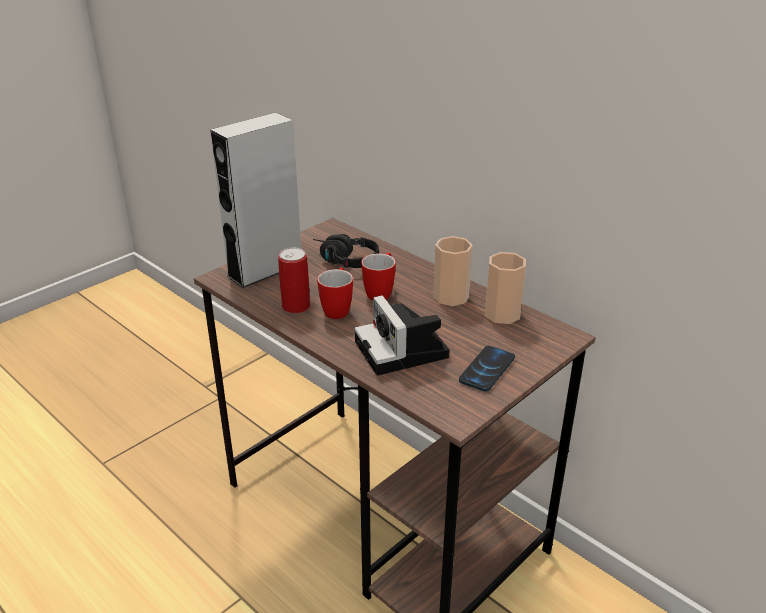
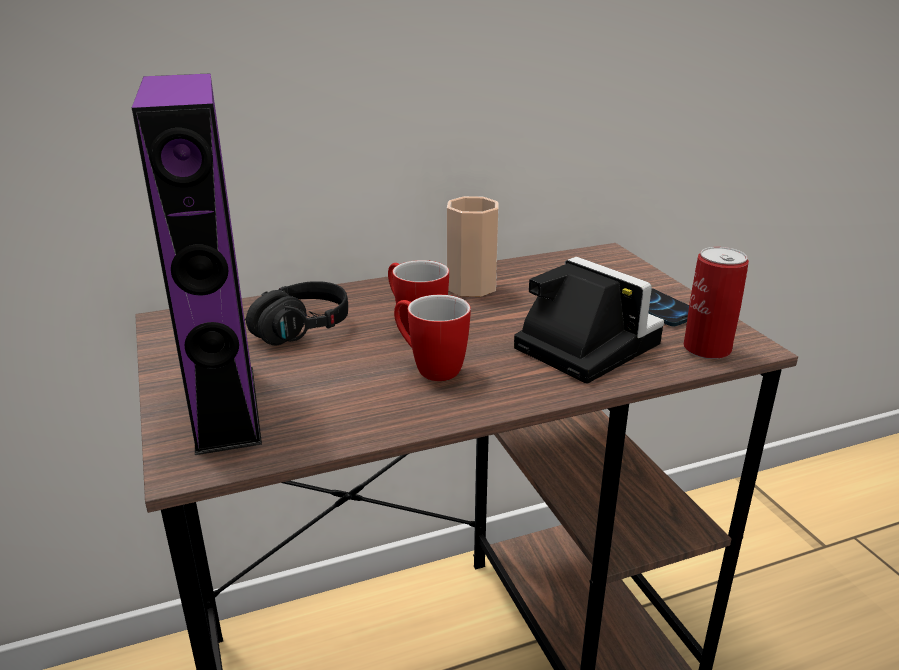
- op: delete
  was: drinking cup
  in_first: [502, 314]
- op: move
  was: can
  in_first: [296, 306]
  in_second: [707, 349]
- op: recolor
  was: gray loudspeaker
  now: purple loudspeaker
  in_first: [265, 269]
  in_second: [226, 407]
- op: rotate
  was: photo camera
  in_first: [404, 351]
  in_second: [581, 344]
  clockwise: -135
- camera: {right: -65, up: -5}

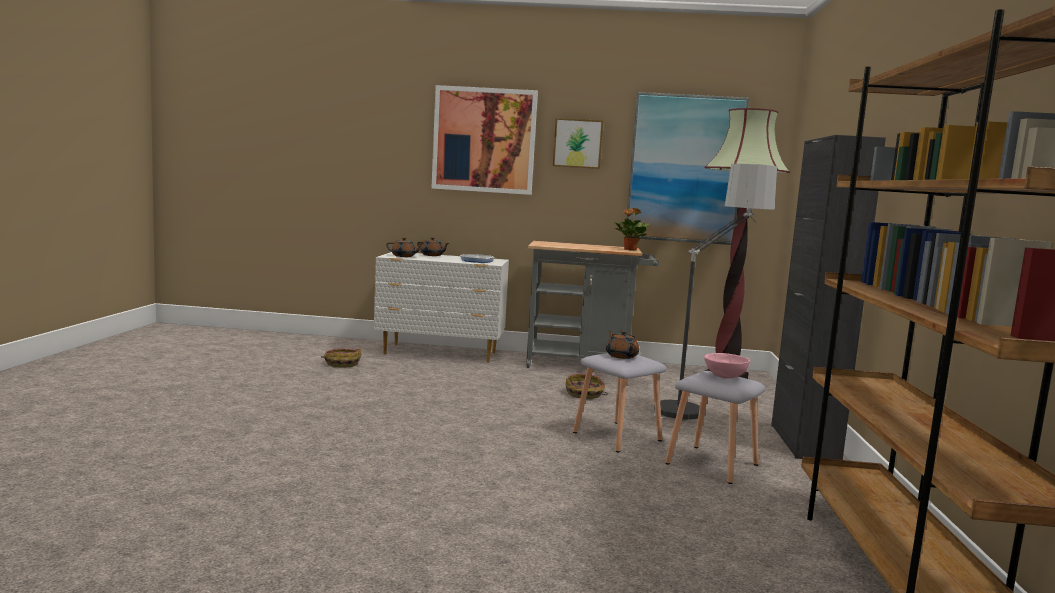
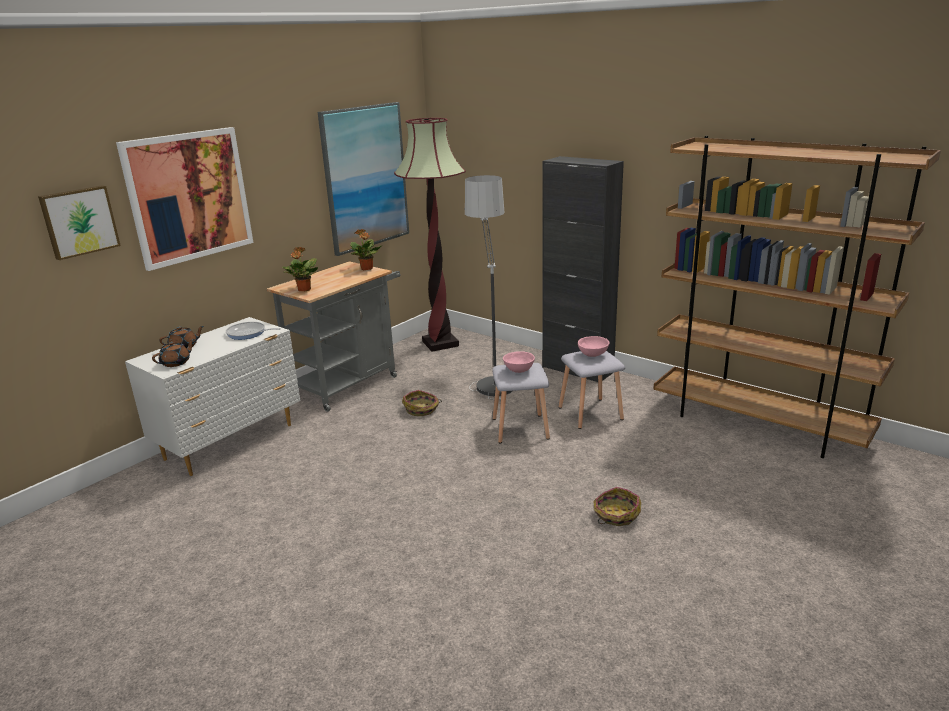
- op: insert
  now: plant in a pot
  in_second: [304, 290]
- op: move
  was: storage basket
  in_first: [342, 363]
  in_second: [616, 515]
- op: move
  was: wall art
  in_first: [577, 143]
  in_second: [79, 221]
- op: replace
  was: brown-coloured tea pot
  now: pinkish serving bowl
  in_first: [621, 356]
  in_second: [518, 370]
- camera: {right: -55, up: 15}

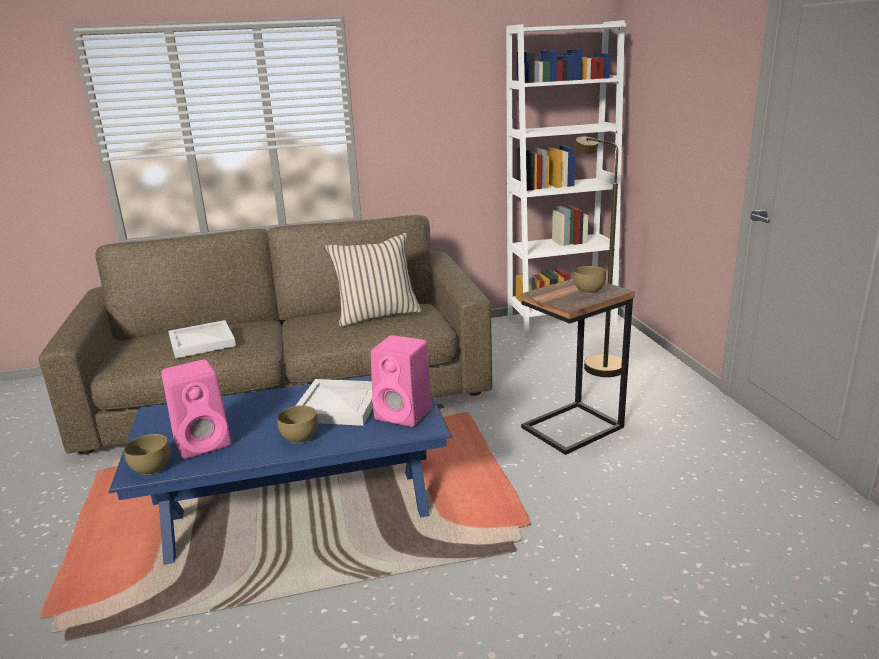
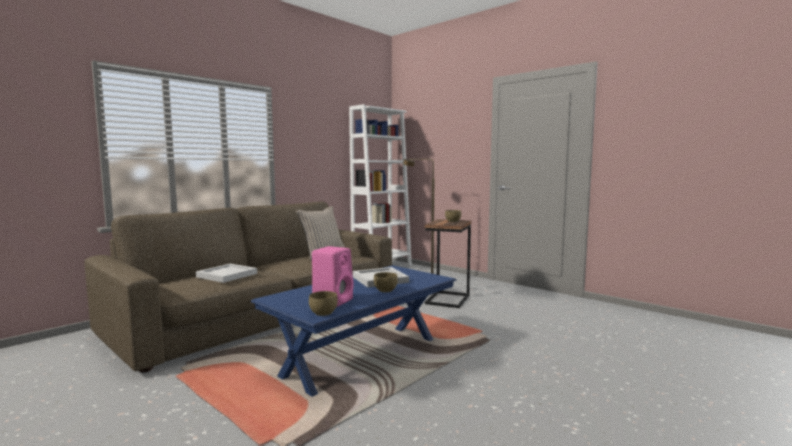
- op: delete
  was: pinkish loudspeaker
  in_first: [405, 414]
- camera: {right: -35, up: -15}

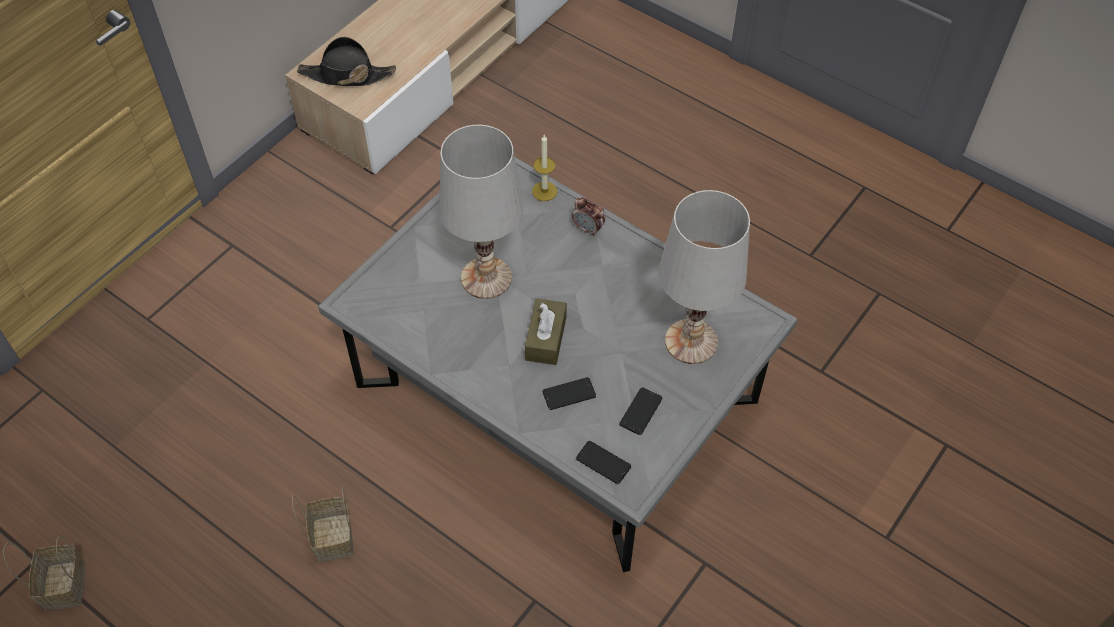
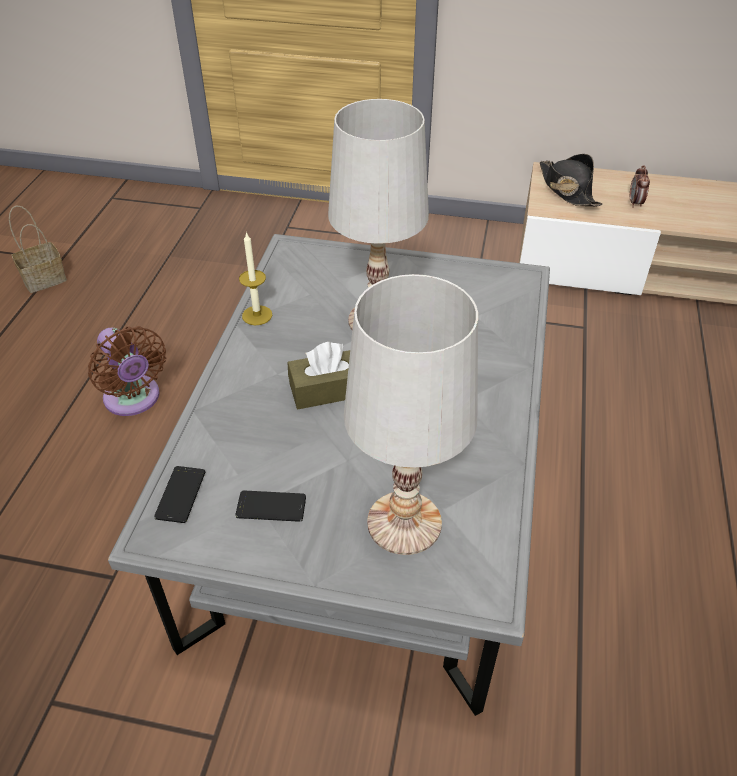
- op: delete
  was: telephone
  in_first: [569, 394]
- op: move
  was: candle
  in_first: [544, 191]
  in_second: [257, 315]
- op: move
  was: bedside clock
  in_first: [588, 229]
  in_second: [635, 203]
- op: replace
  was: storage basket
  now: brown-coloured electric fan
  in_first: [331, 536]
  in_second: [134, 400]
- camera: {right: 65, up: -10}

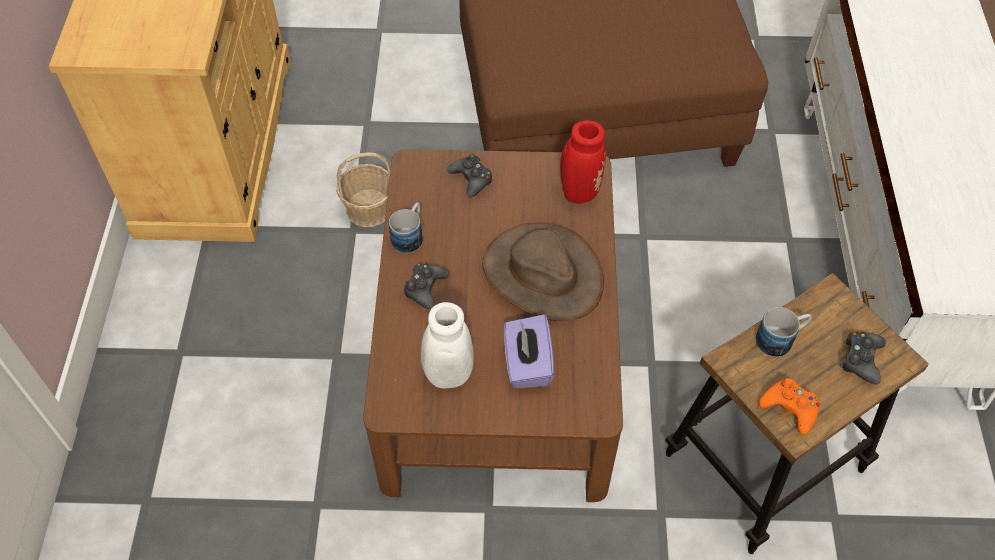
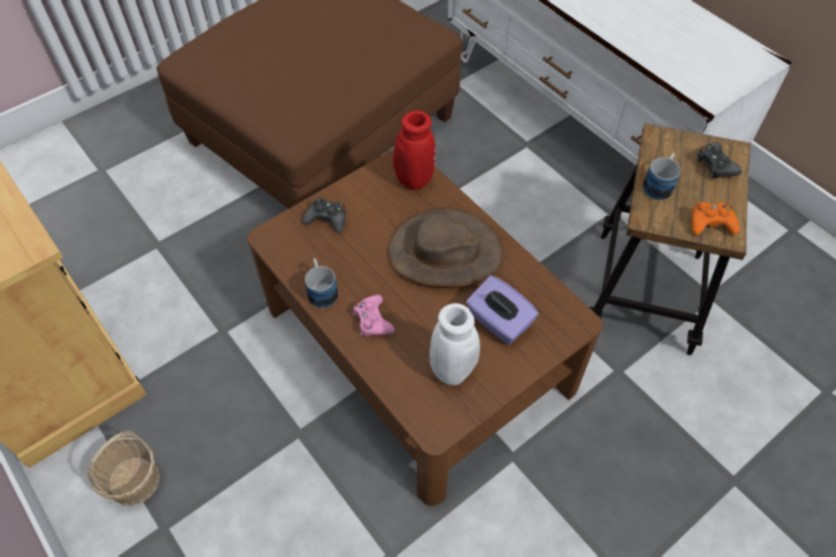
- op: move
  was: storage basket
  in_first: [368, 209]
  in_second: [133, 481]
- op: recolor
  was: black game controller
  now: pinkish game controller
  in_first: [425, 288]
  in_second: [372, 320]
- camera: {right: -40, up: 0}

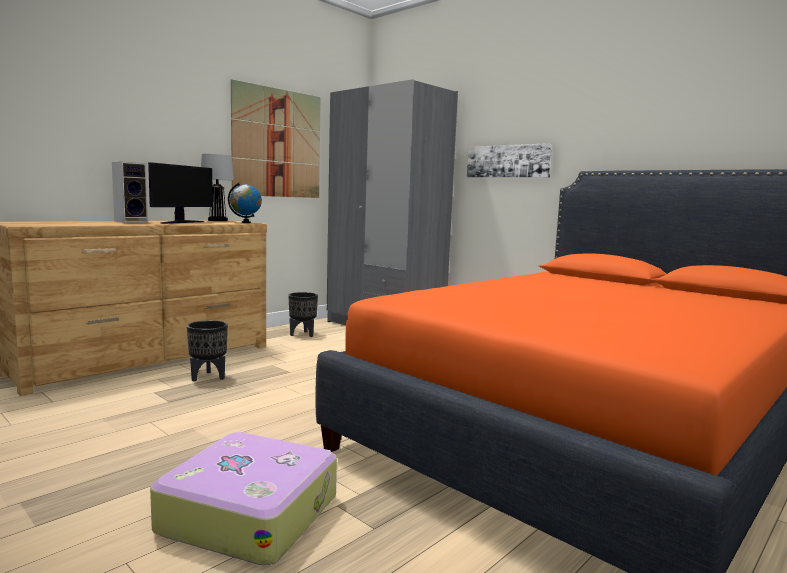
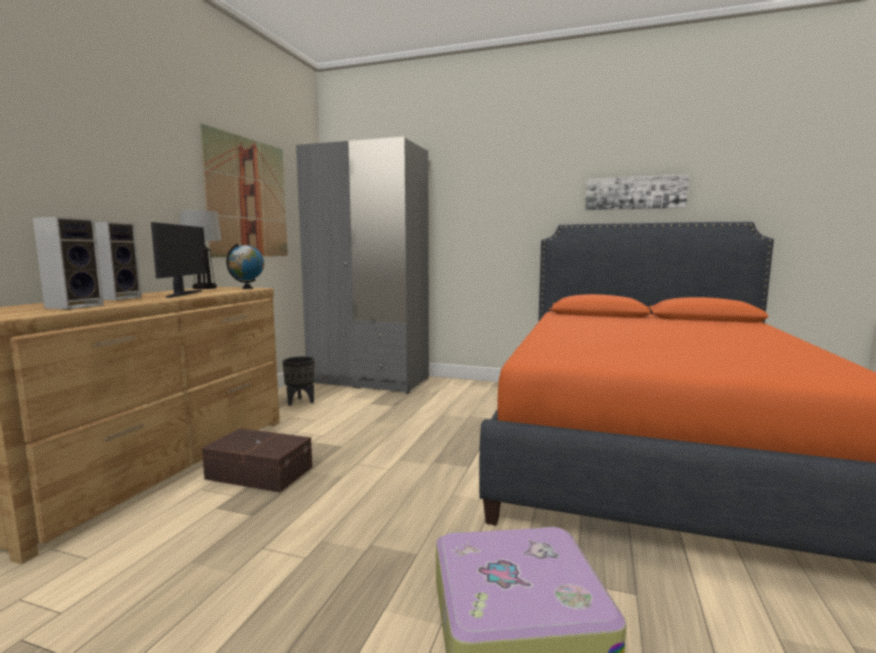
- op: insert
  now: loudspeaker
  in_second: [76, 306]
- op: move
  was: wall art
  in_first: [508, 161]
  in_second: [634, 193]
- op: replace
  was: black flower pot
  now: brown-coloured storage box
  in_first: [208, 377]
  in_second: [260, 472]
- camera: {right: -25, up: 0}

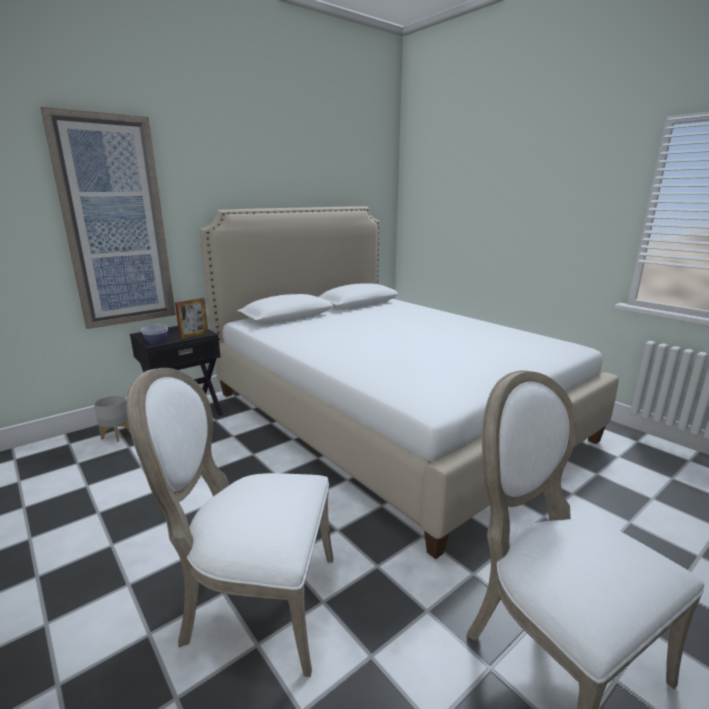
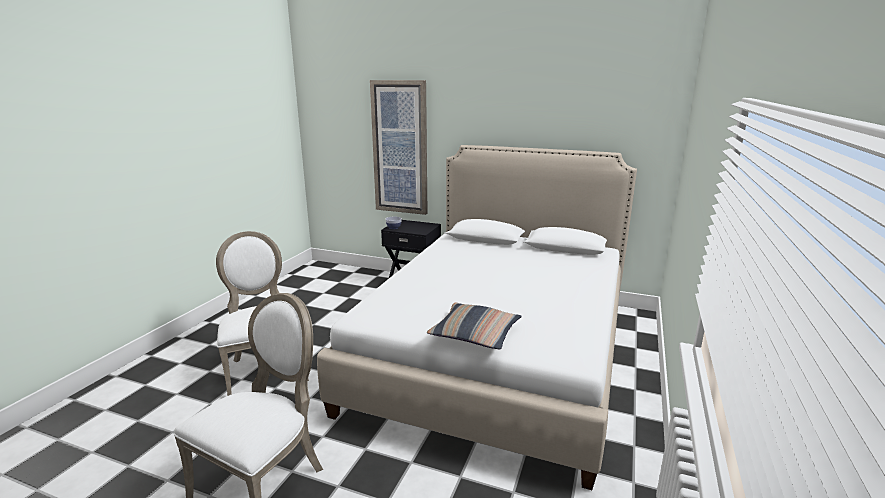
- op: delete
  was: gray flower pot
  in_first: [117, 435]
- op: delete
  was: picture frame
  in_first: [194, 335]
- op: insert
  now: throw pillow
  in_second: [475, 334]
- camera: {right: 60, up: 0}

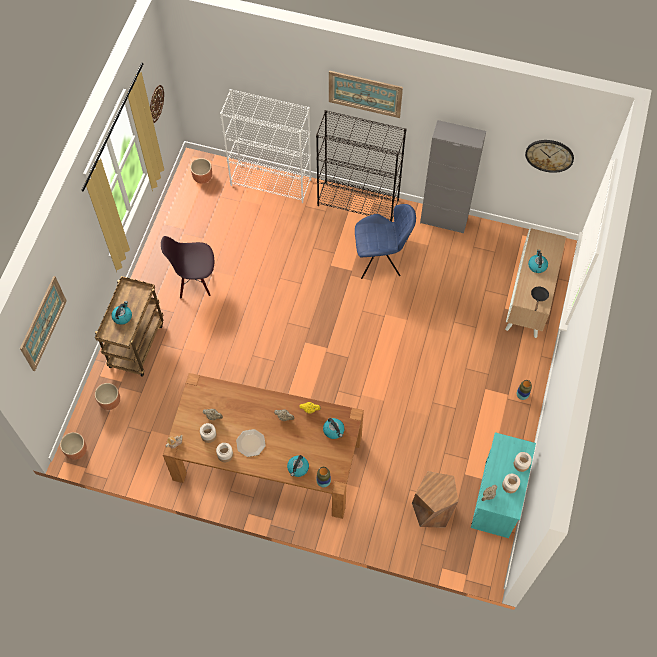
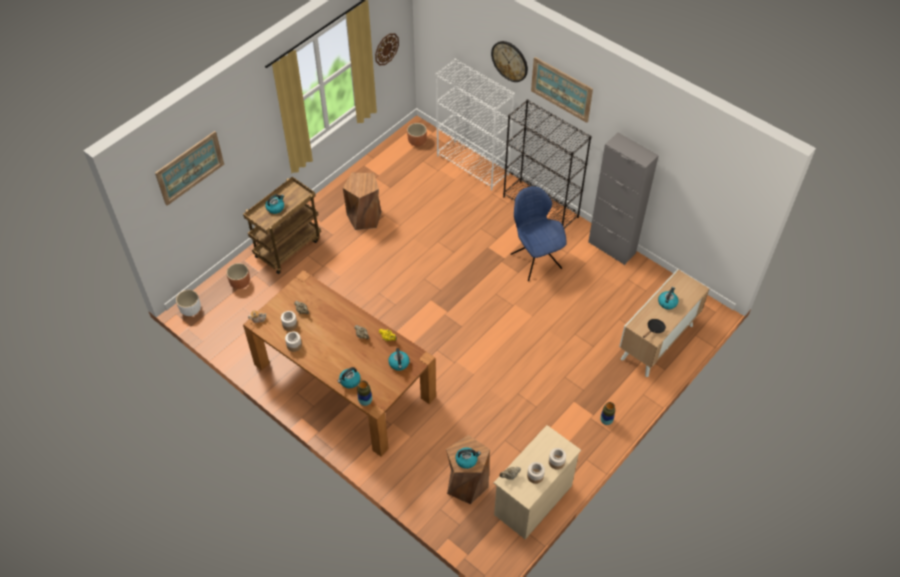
- op: delete
  was: plate
  in_first: [251, 443]
- op: insert
  now: tea kettle
  in_second: [466, 460]
- op: move
  was: clock on the wall
  in_first: [549, 155]
  in_second: [510, 61]
- op: replace
  was: black chair
  now: brown-coloured stool
  in_first: [195, 281]
  in_second: [364, 218]
- op: recolor
  was: brown-coloured flower pot
  now: whitish flower pot
  in_first: [76, 450]
  in_second: [191, 309]
- op: recolor
  was: blue-green dresser
  now: sand-coloured dresser
  in_first: [496, 499]
  in_second: [532, 500]
- op: rotate
  was: blue-coloured chair
  in_first: [380, 260]
  in_second: [535, 259]
  clockwise: -135
- camera: {right: 25, up: -10}

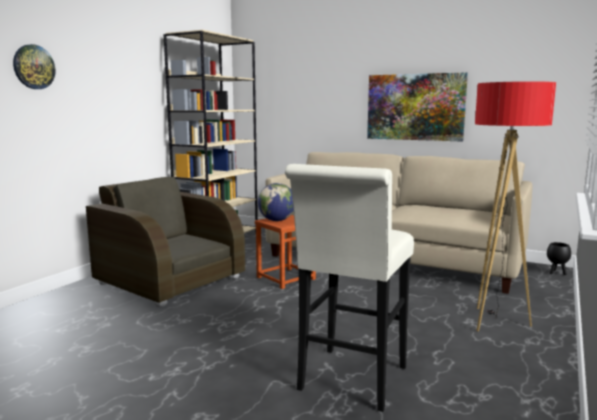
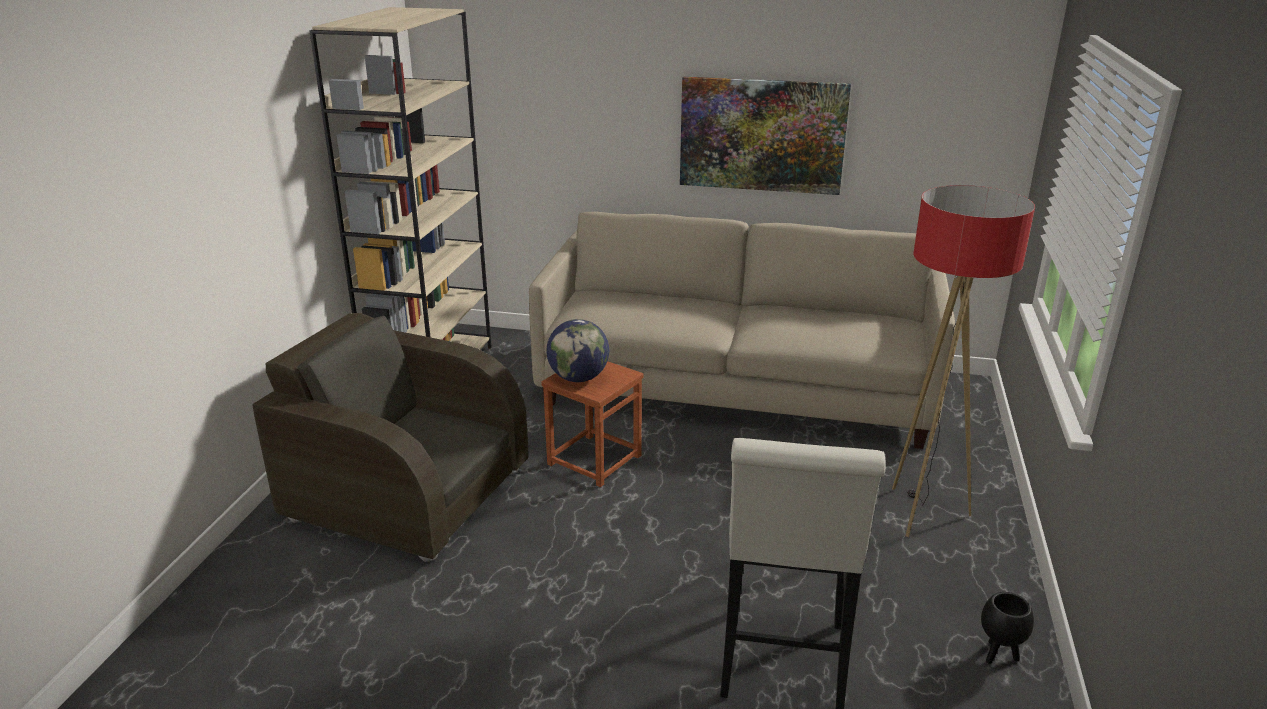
- op: delete
  was: clock on the wall
  in_first: [34, 67]
- op: move
  was: black flower pot
  in_first: [556, 273]
  in_second: [999, 655]
- camera: {right: -15, up: 15}

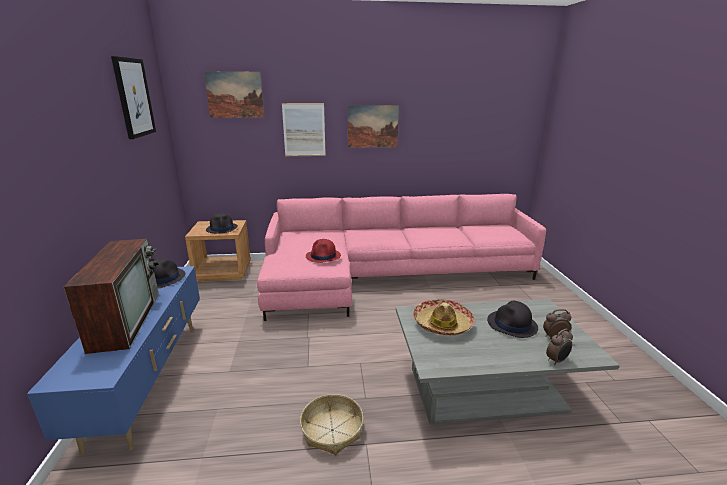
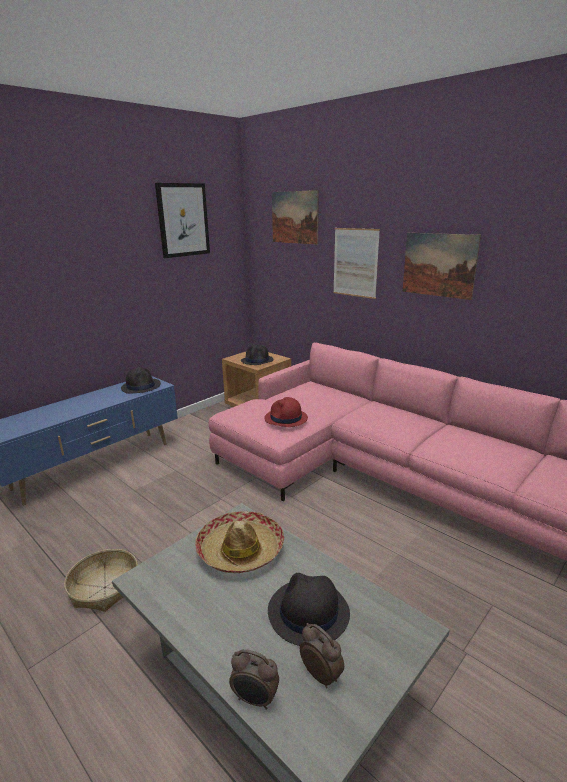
- op: delete
  was: television
  in_first: [126, 319]
- camera: {right: 50, up: 0}

